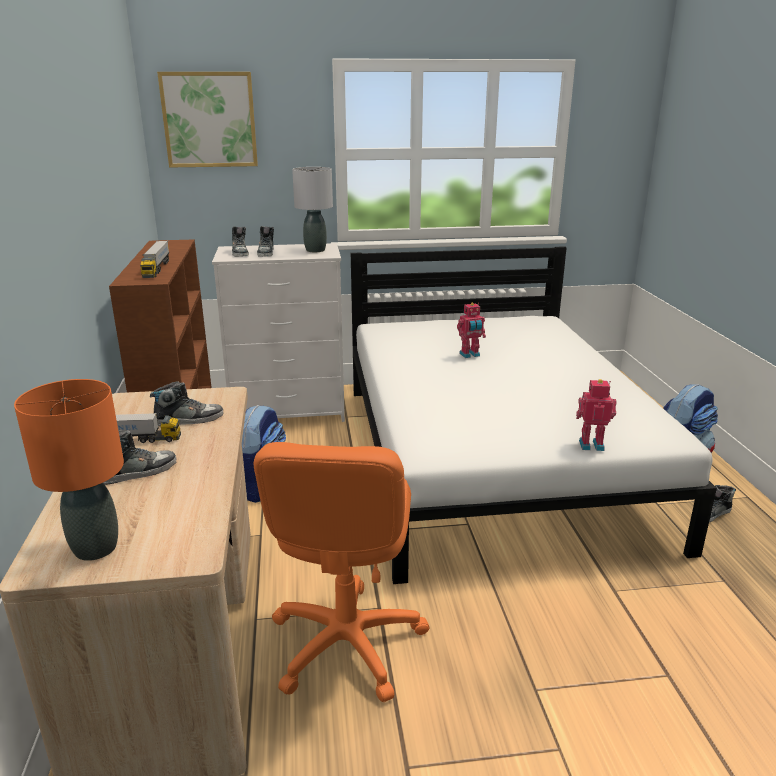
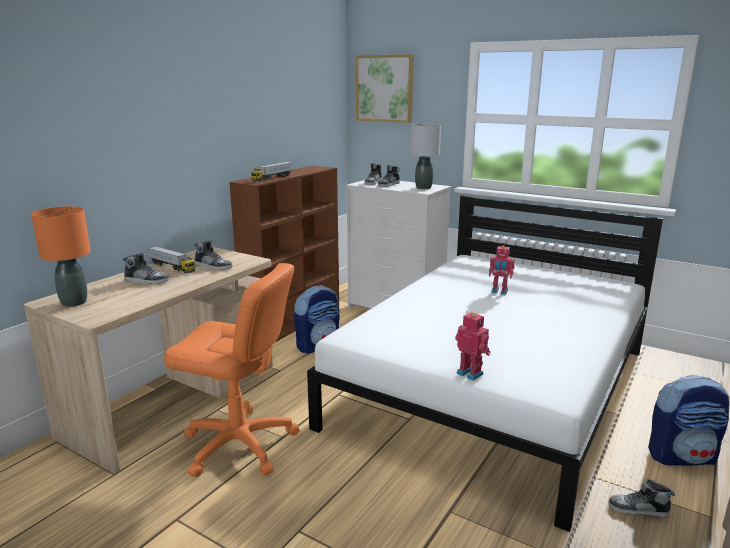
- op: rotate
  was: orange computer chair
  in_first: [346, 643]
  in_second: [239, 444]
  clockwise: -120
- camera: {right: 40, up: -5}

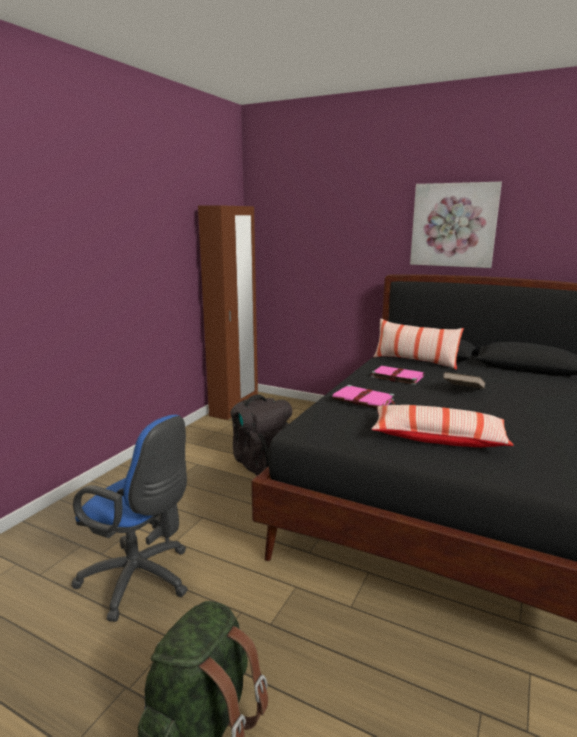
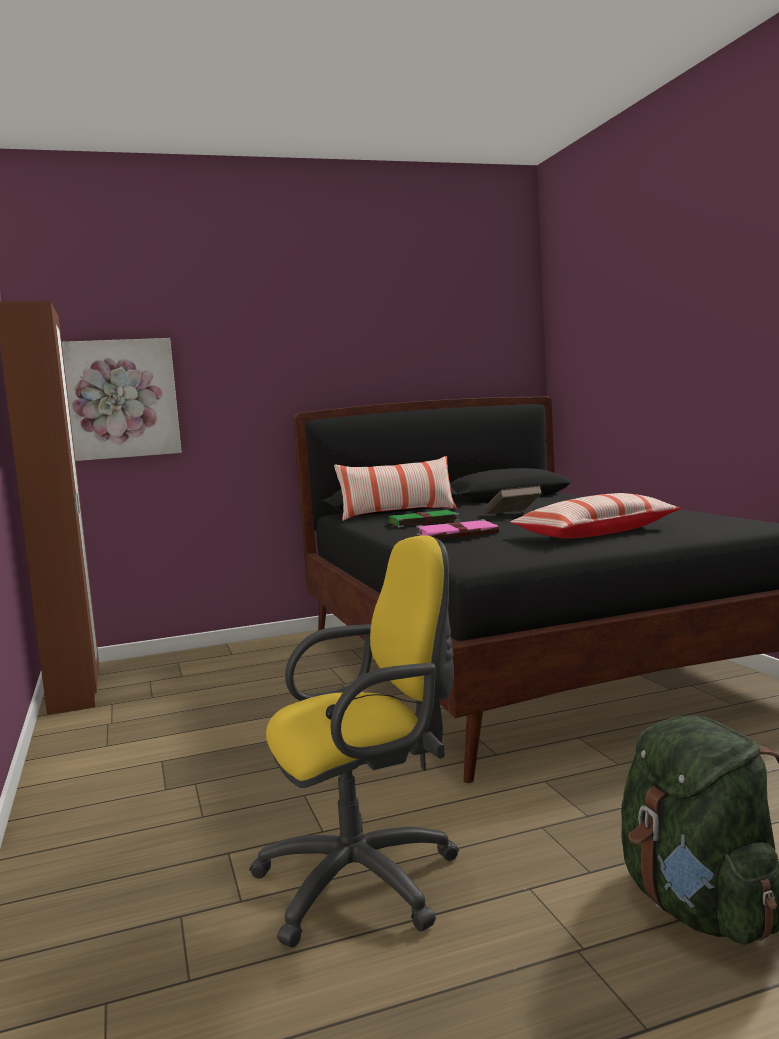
- op: delete
  was: black rucksack
  in_first: [261, 462]
- op: move
  was: wall art
  in_first: [453, 225]
  in_second: [116, 399]
- op: recolor
  was: blue-coloured computer chair
  now: yellow computer chair
  in_first: [141, 580]
  in_second: [369, 881]
- op: recolor
  was: pinkish bound book
  now: greenish bound book
  in_first: [396, 376]
  in_second: [422, 522]
- camera: {right: -45, up: -10}

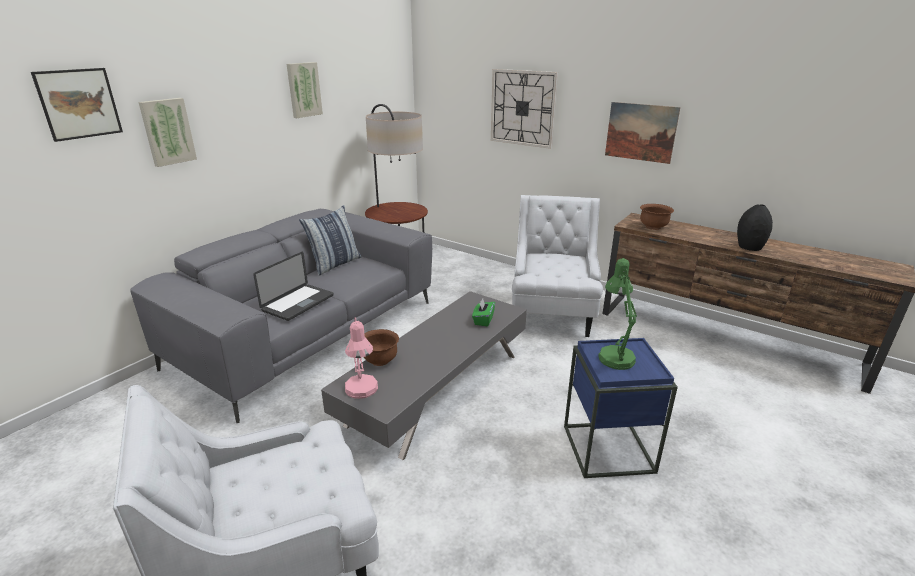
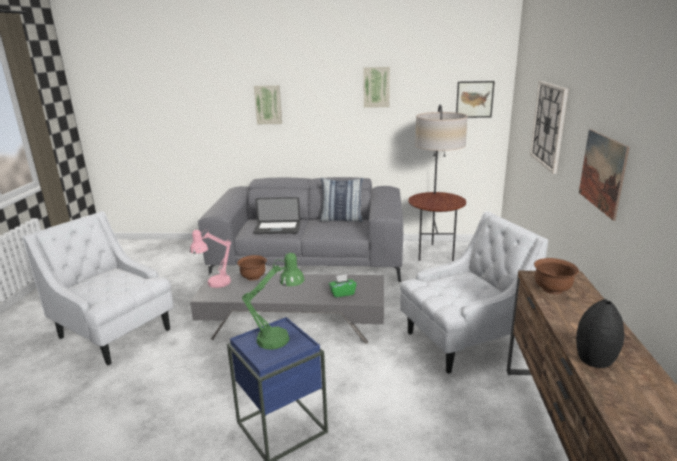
- op: move
  was: wall art
  in_first: [79, 104]
  in_second: [474, 99]
- camera: {right: 60, up: -5}

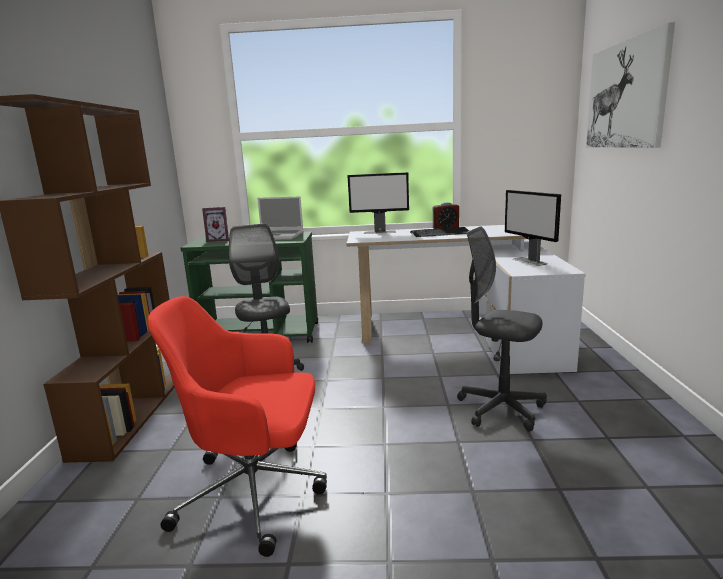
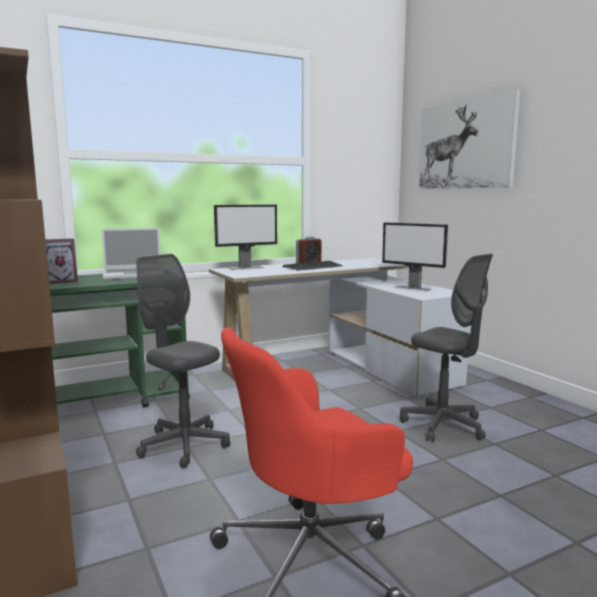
- op: rotate
  was: gray computer chair
  in_first: [500, 409]
  in_second: [443, 425]
  clockwise: -135
- camera: {right: -30, up: -5}

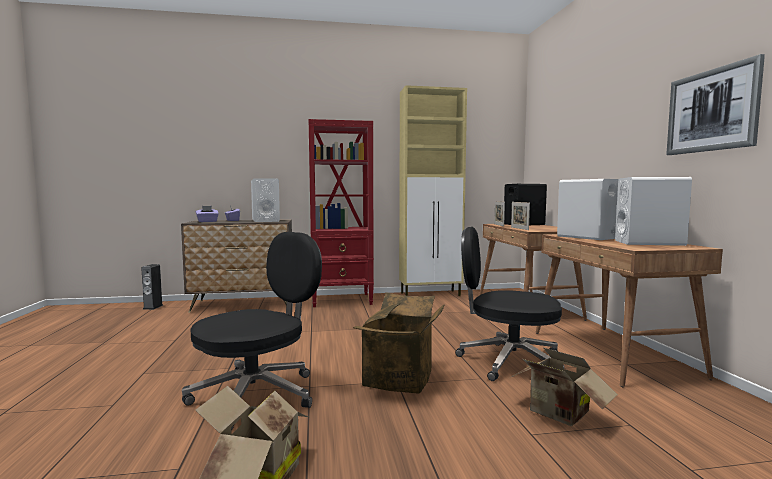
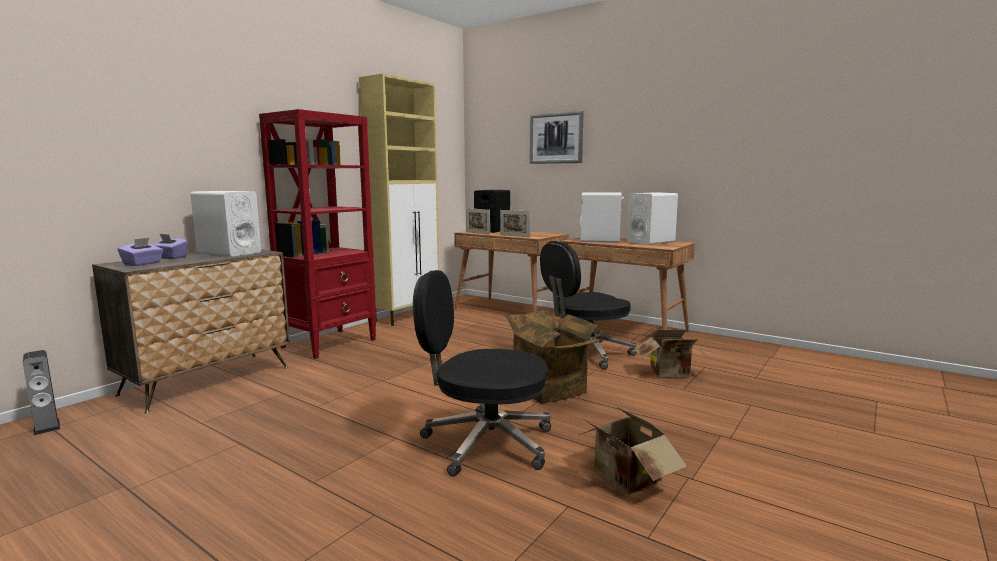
- op: move
  was: wall art
  in_first: [711, 110]
  in_second: [556, 138]
- op: rotate
  was: black computer chair
  in_first: [257, 395]
  in_second: [485, 443]
  clockwise: -75
- camera: {right: -45, up: 5}

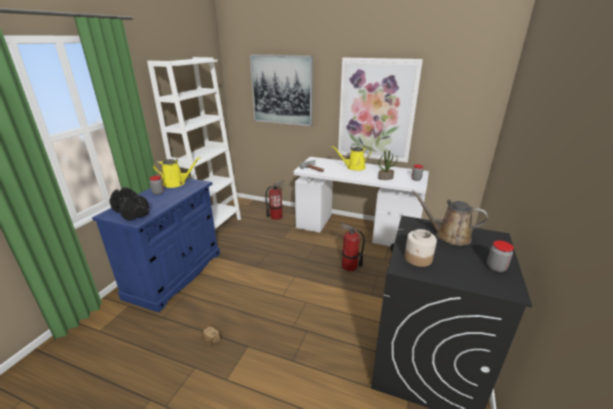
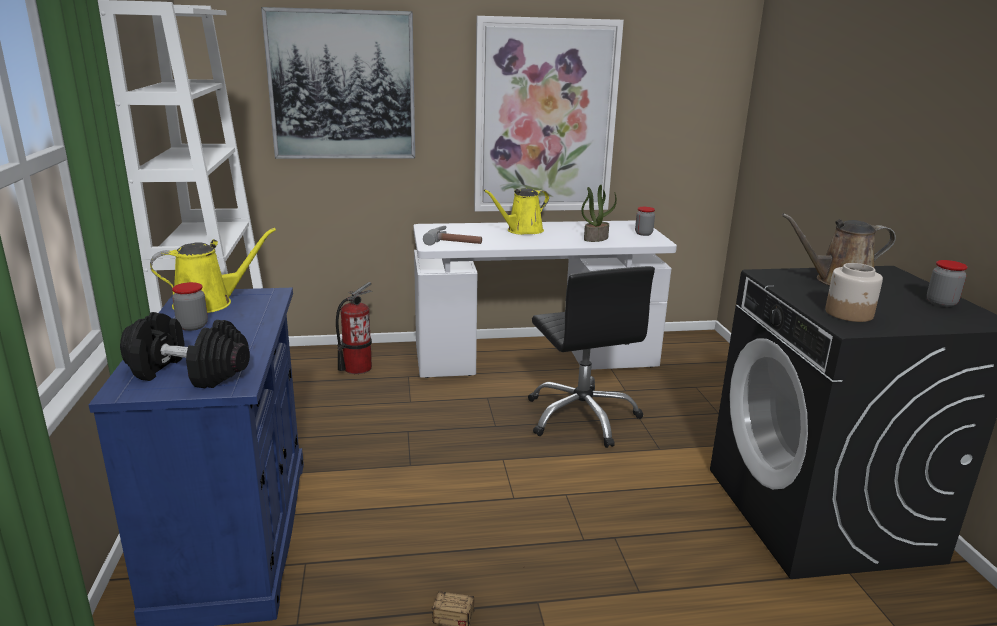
- op: replace
  was: fire-fighting cylinder
  now: black computer chair
  in_first: [349, 266]
  in_second: [582, 417]
- camera: {right: -30, up: -5}

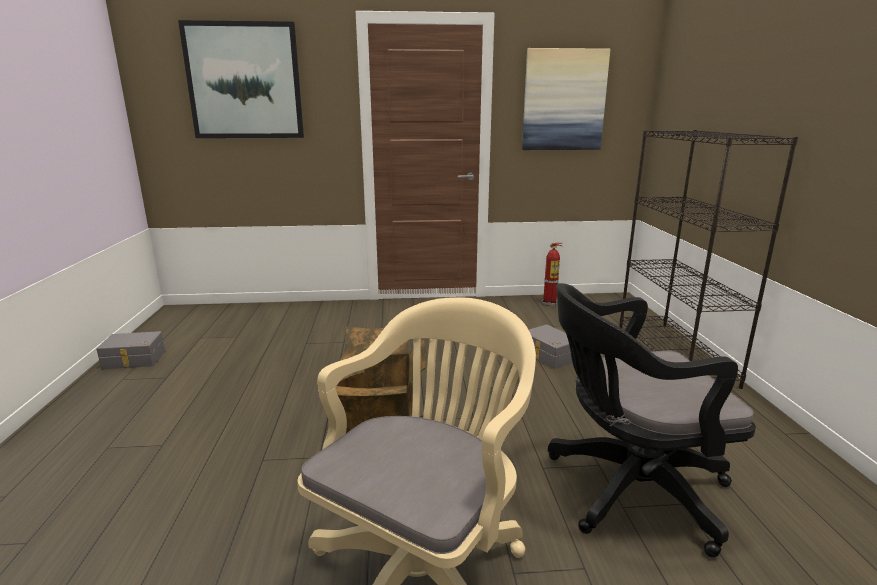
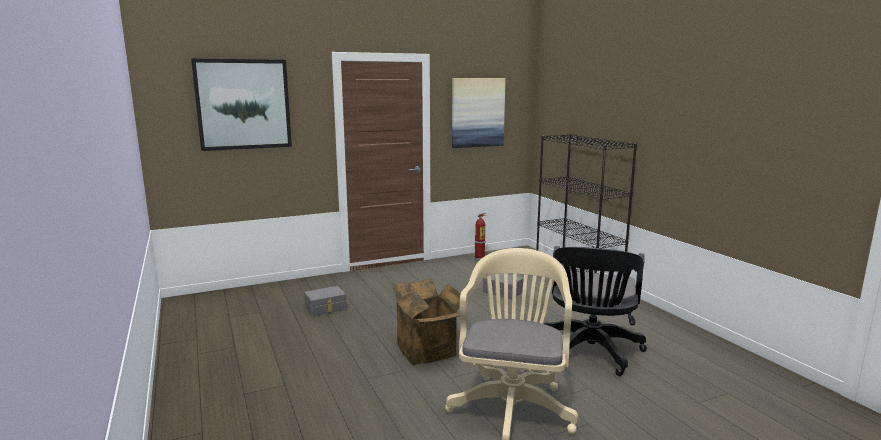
- op: move
  was: gray storage box
  in_first: [134, 360]
  in_second: [326, 308]
- op: rotate
  was: black computer chair
  in_first: [627, 490]
  in_second: [590, 352]
  clockwise: -45
- camera: {right: -20, up: -5}

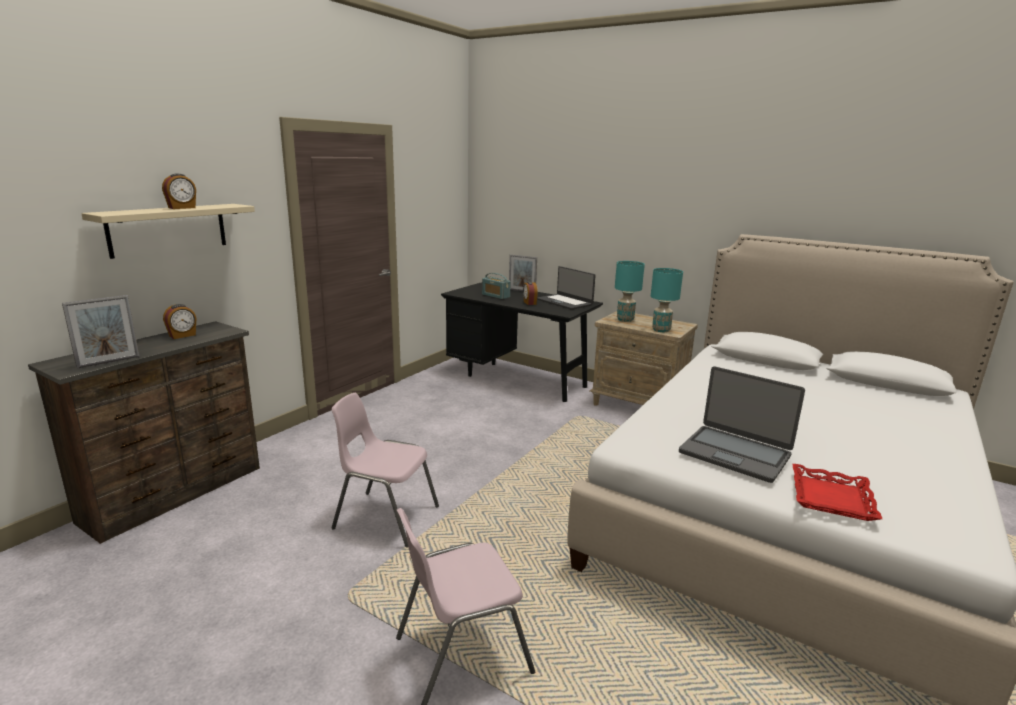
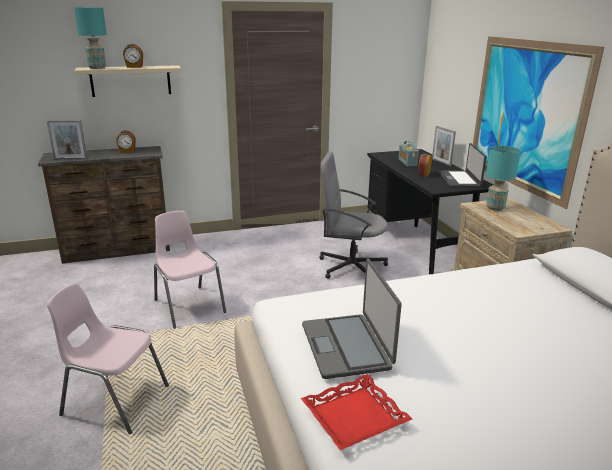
- op: insert
  now: gray computer chair
  in_second: [350, 266]
- op: insert
  now: wall art
  in_second: [525, 116]
- op: move
  was: blue-green tabletop lamp
  in_first: [661, 330]
  in_second: [97, 68]
- camera: {right: 40, up: 5}

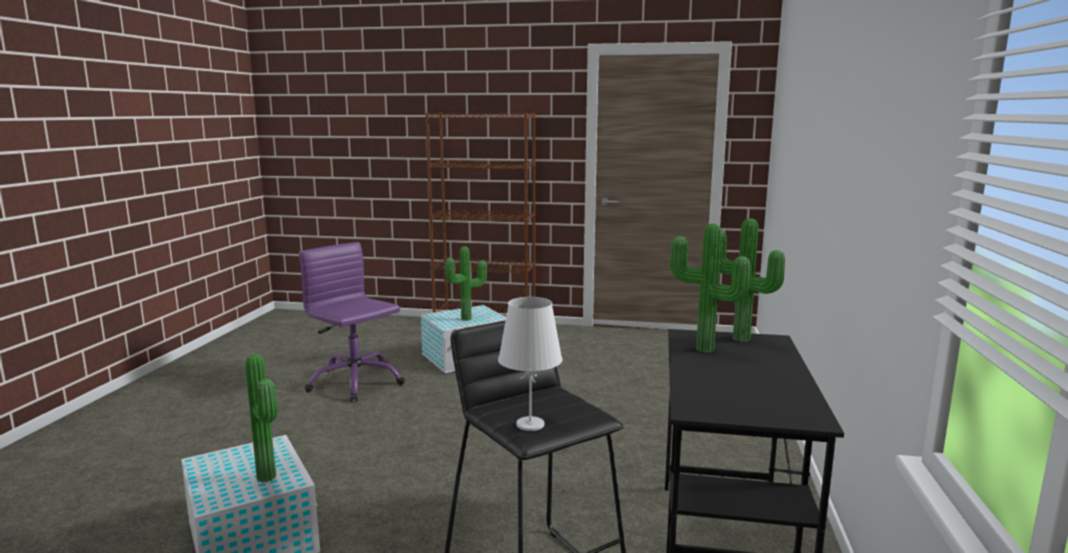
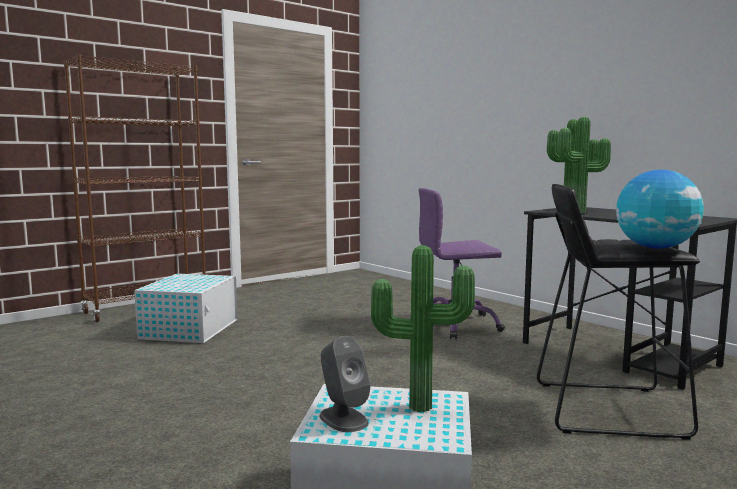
- op: delete
  was: plant in a pot
  in_first: [467, 319]
- op: insert
  now: gray loudspeaker
  in_second: [343, 419]
- op: move
  was: purple computer chair
  in_first: [355, 382]
  in_second: [454, 324]
- op: replace
  was: whitish tabletop lamp
  now: globe
  in_first: [530, 424]
  in_second: [655, 248]
- camera: {right: -50, up: -5}

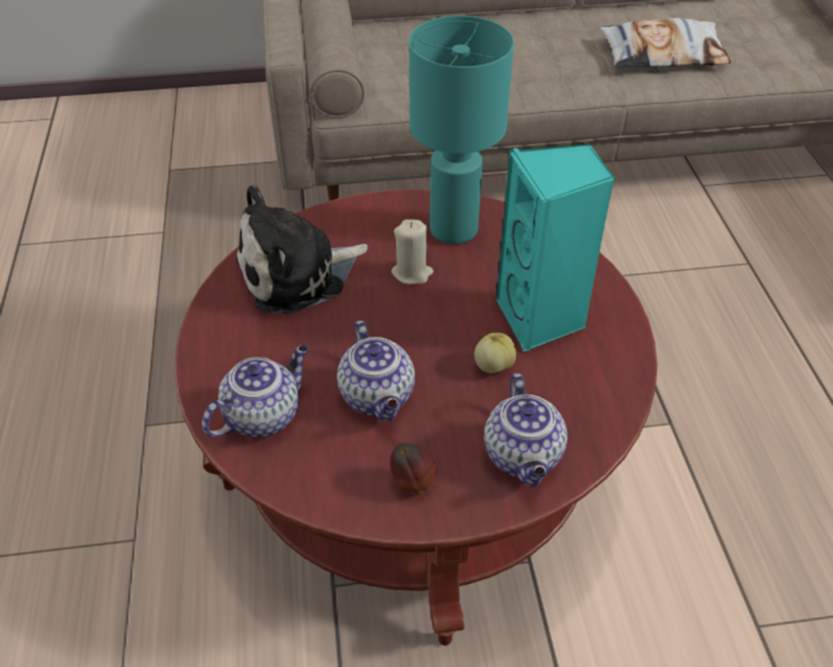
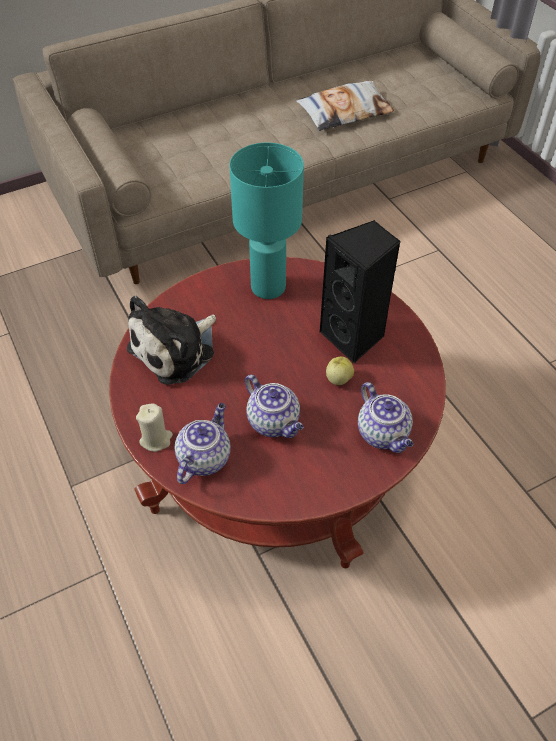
- op: delete
  was: whole apple
  in_first: [412, 484]
- op: move
  was: sand-coloured candle
  in_first: [412, 273]
  in_second: [156, 439]
- op: recolor
  was: blue-green loudspeaker
  now: black loudspeaker
  in_first: [541, 319]
  in_second: [354, 337]
- camera: {right: -20, up: 5}

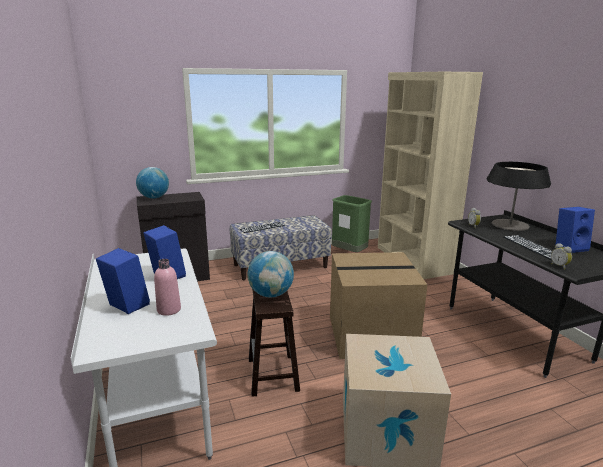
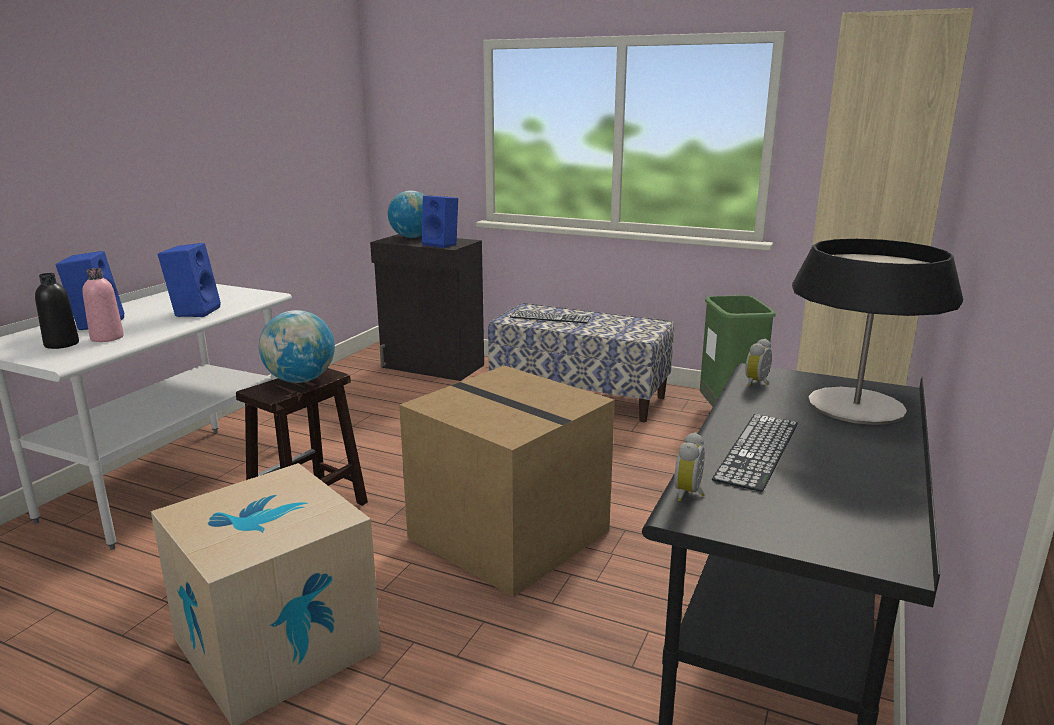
- op: insert
  now: black drink bottle
  in_second: [61, 344]
- op: move
  was: blue-coloured loudspeaker
  in_first: [570, 247]
  in_second: [442, 244]
- camera: {right: 45, up: 0}

